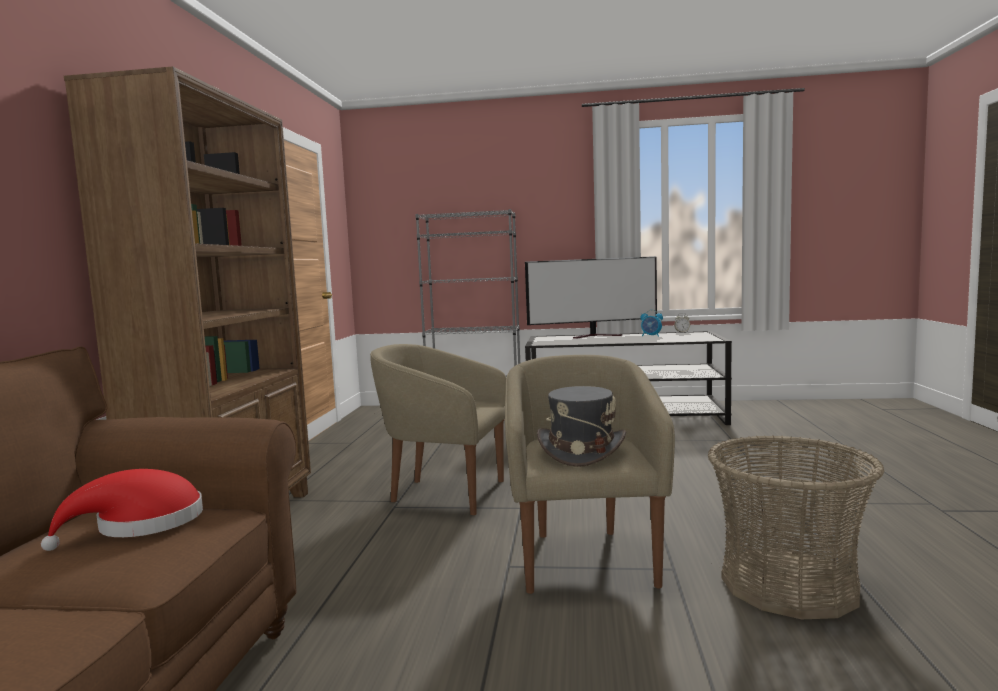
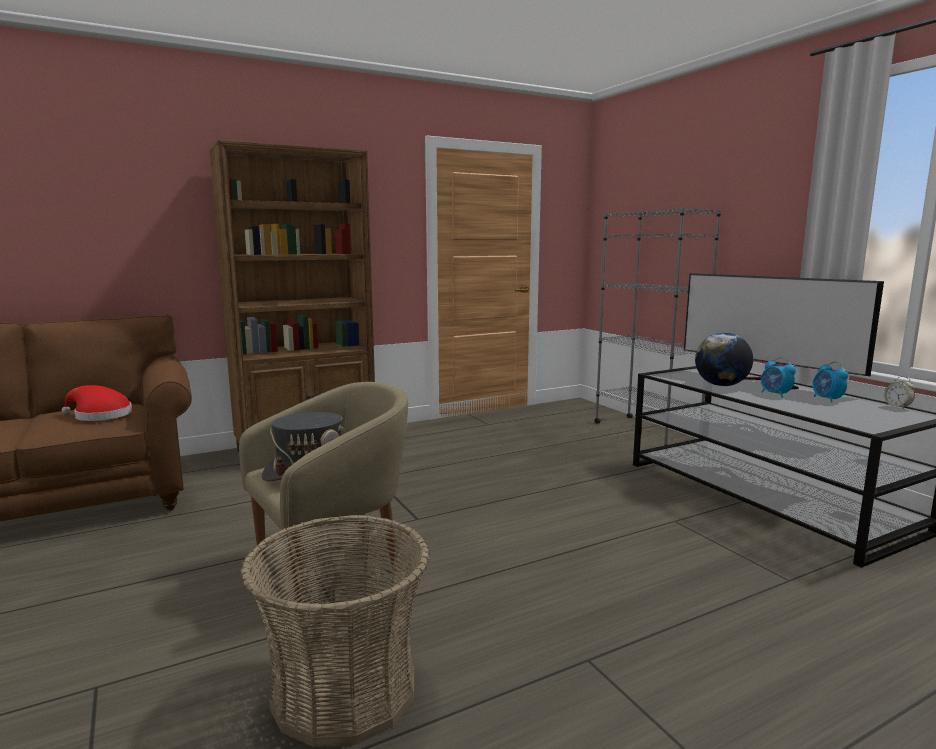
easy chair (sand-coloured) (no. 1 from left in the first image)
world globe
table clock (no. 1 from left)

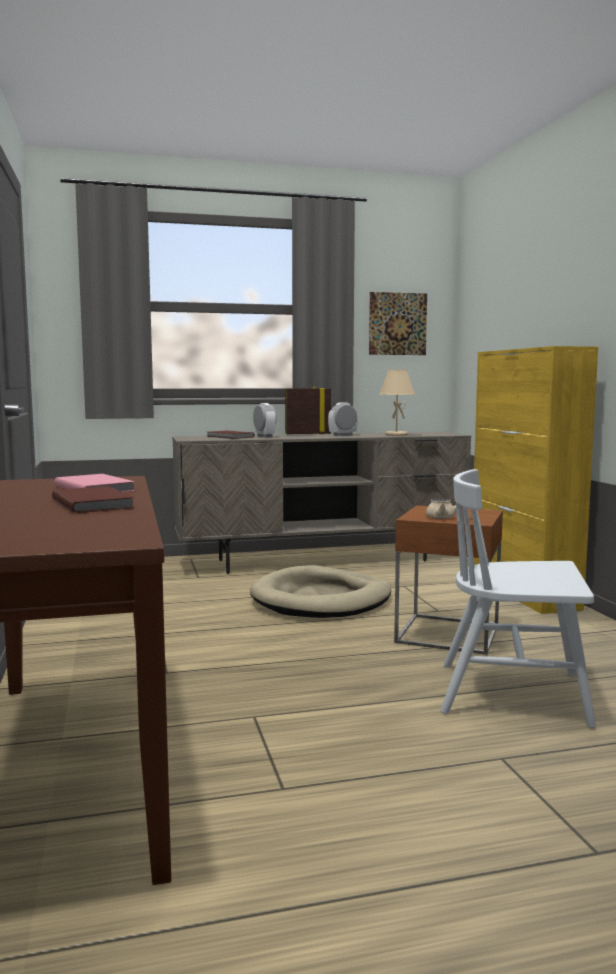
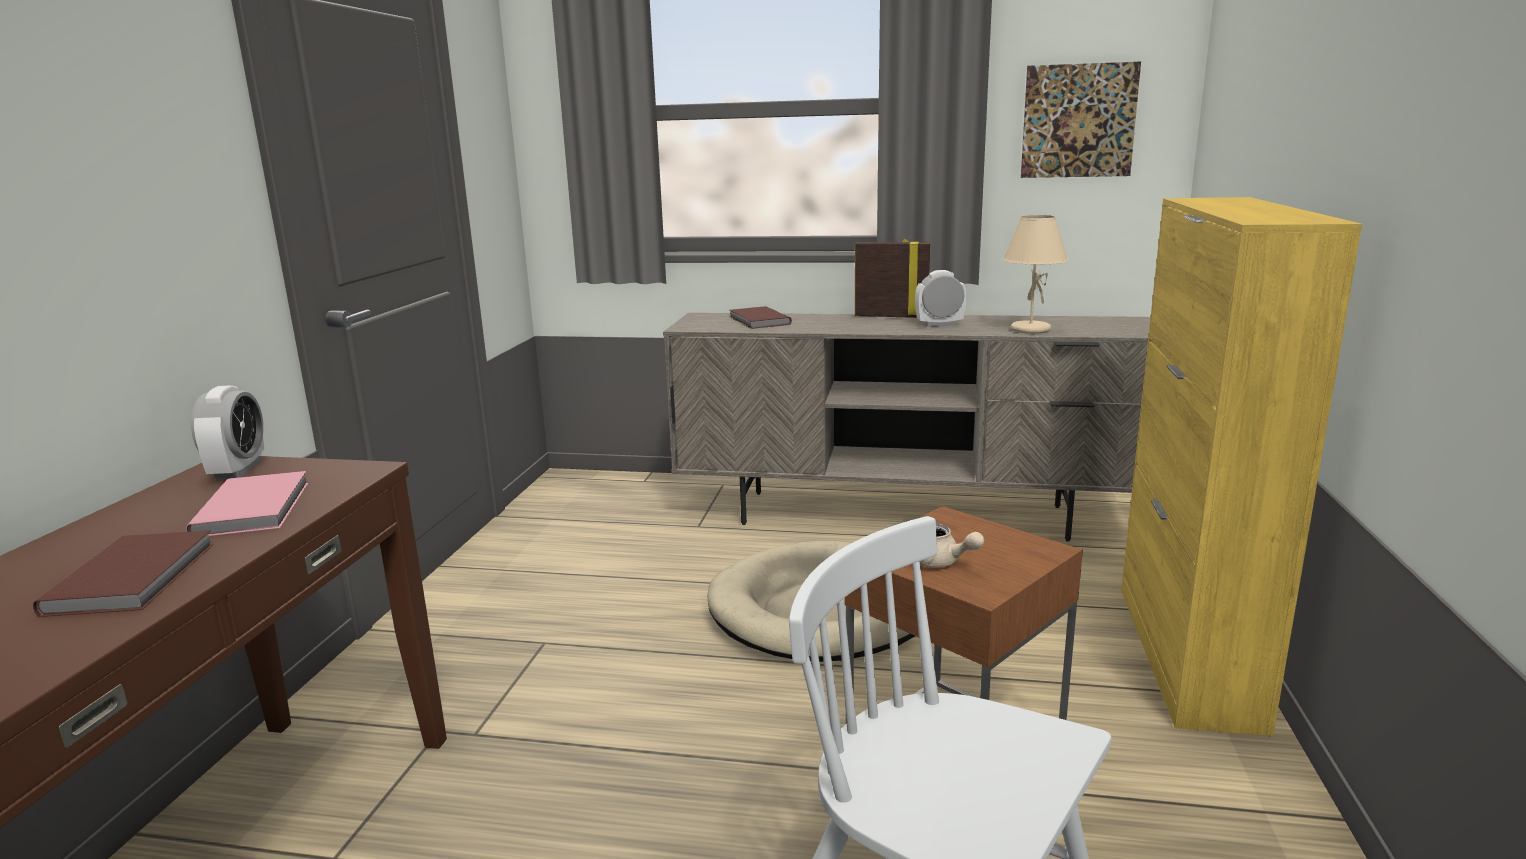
table clock (no. 1 from left)

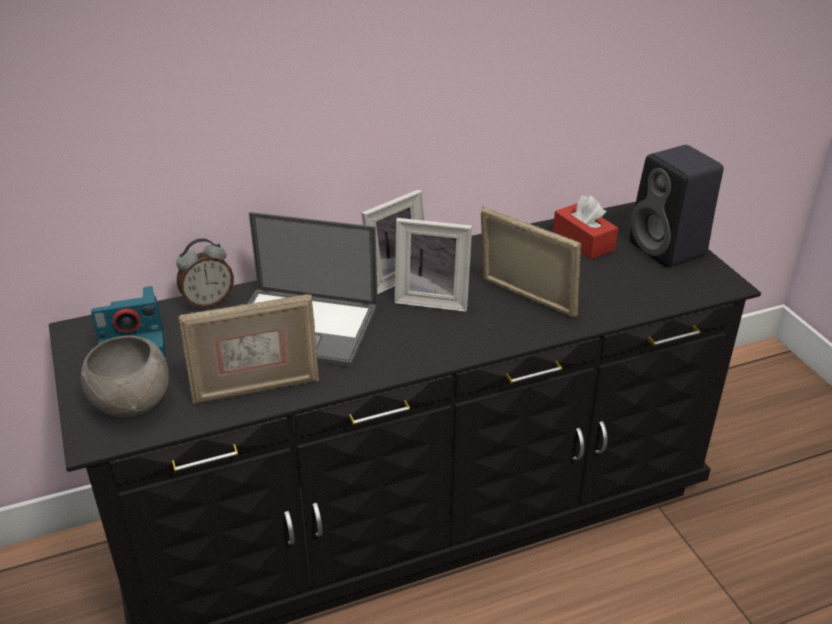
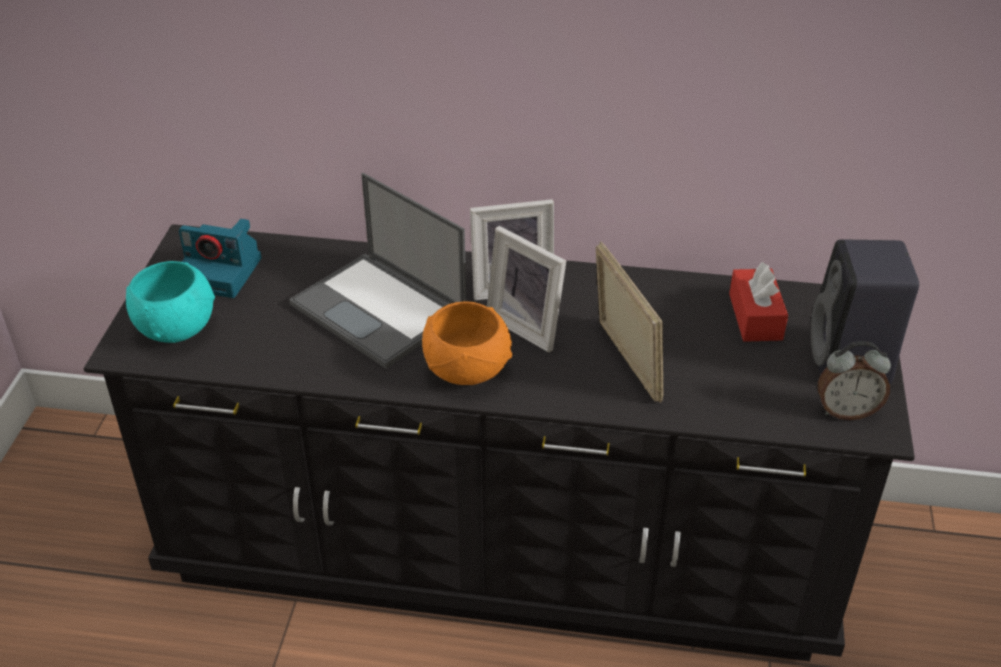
photo frame (no. 1 from left in the first image)
serving bowl (orangey)
table clock
serving bowl (turquoise)

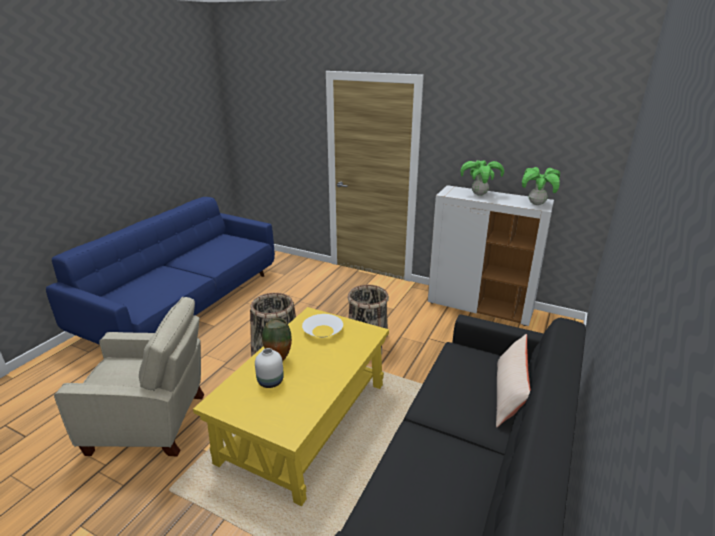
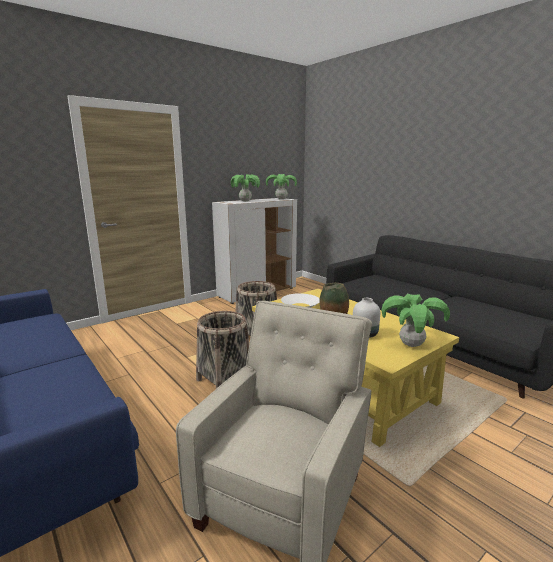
throw pillow (sand-coloured)
potted plant (no. 3 from left)

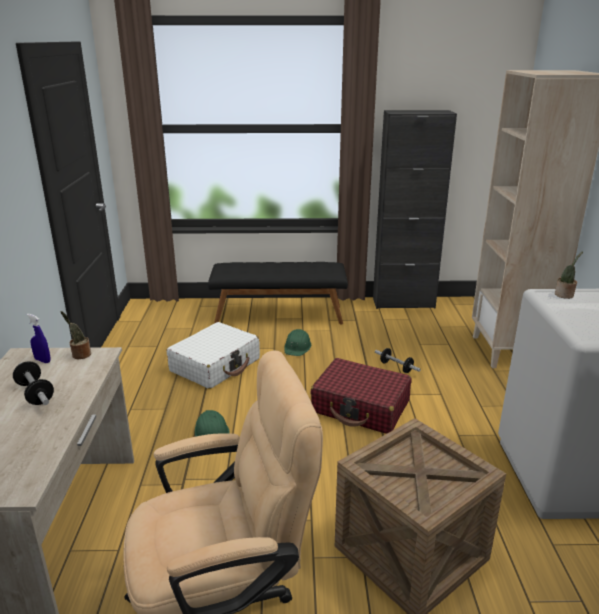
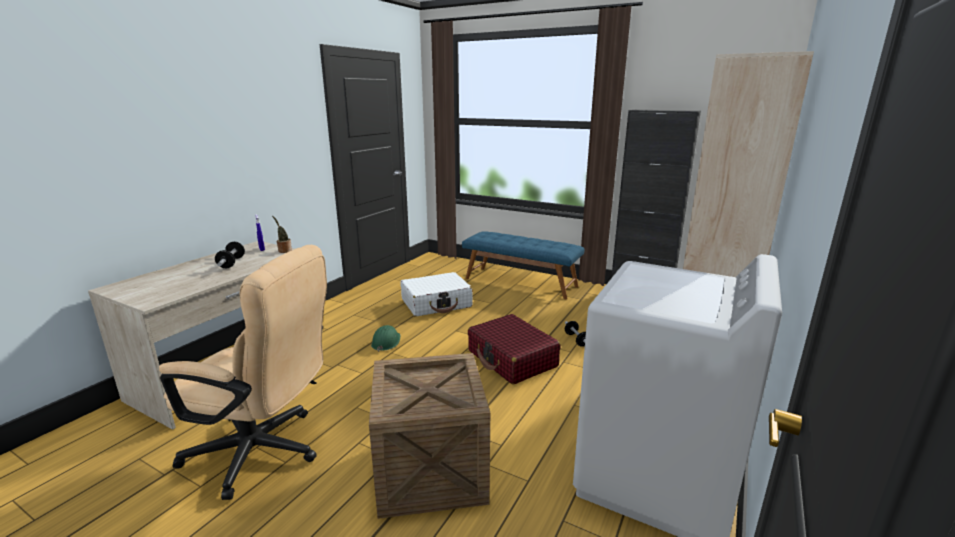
safety helmet (green) (no. 2 from left in the first image)
potted plant (no. 2 from left in the first image)
indoor bench (blue-coloured)

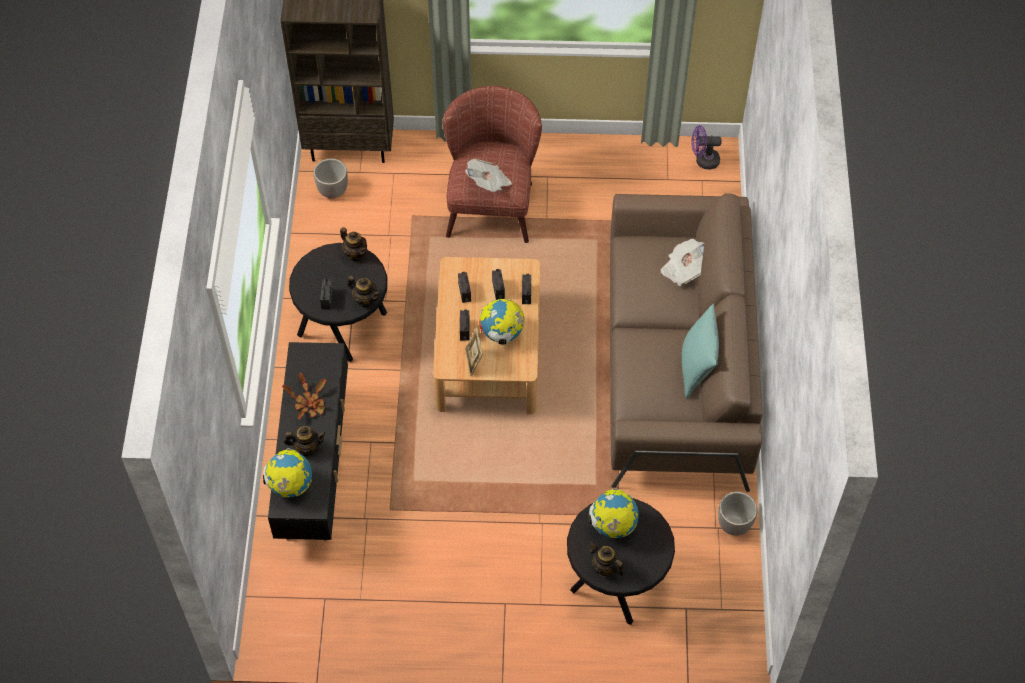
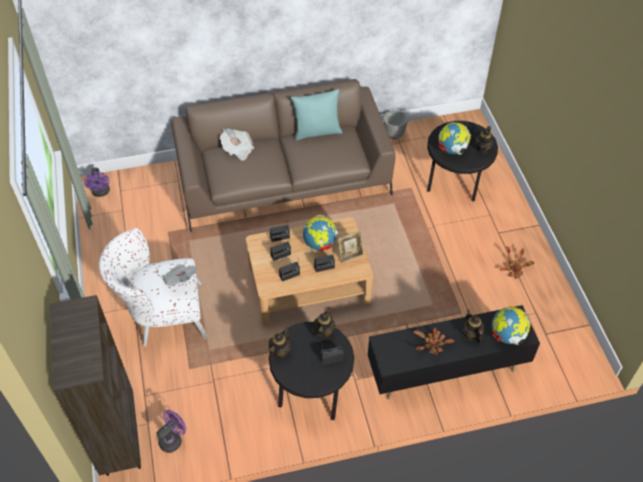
potted plant (no. 2 from left)
fan (purple-coloured) (no. 2 from left)
easy chair (white)

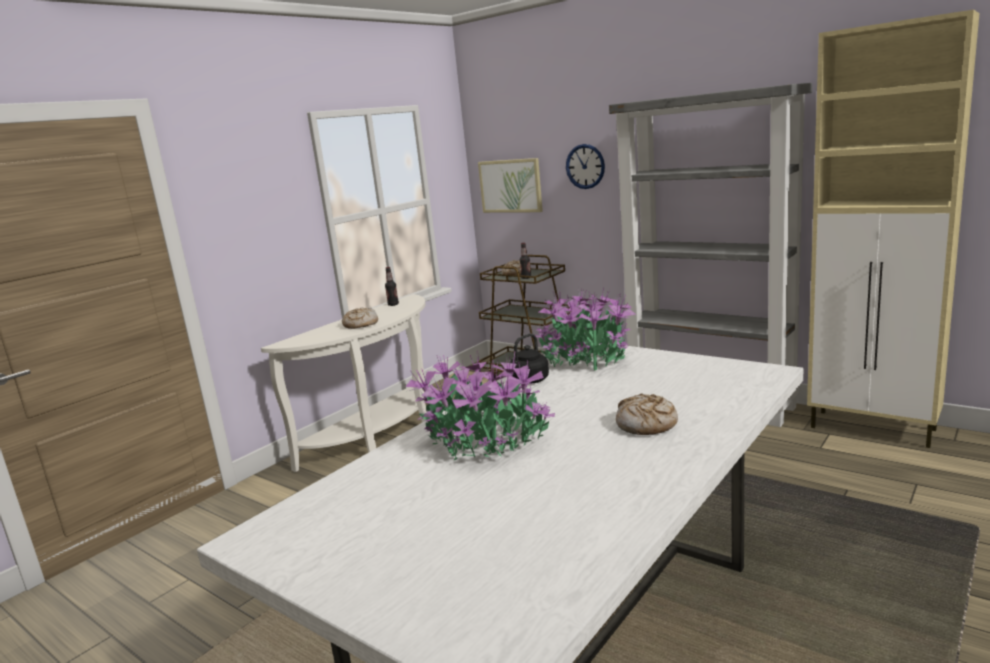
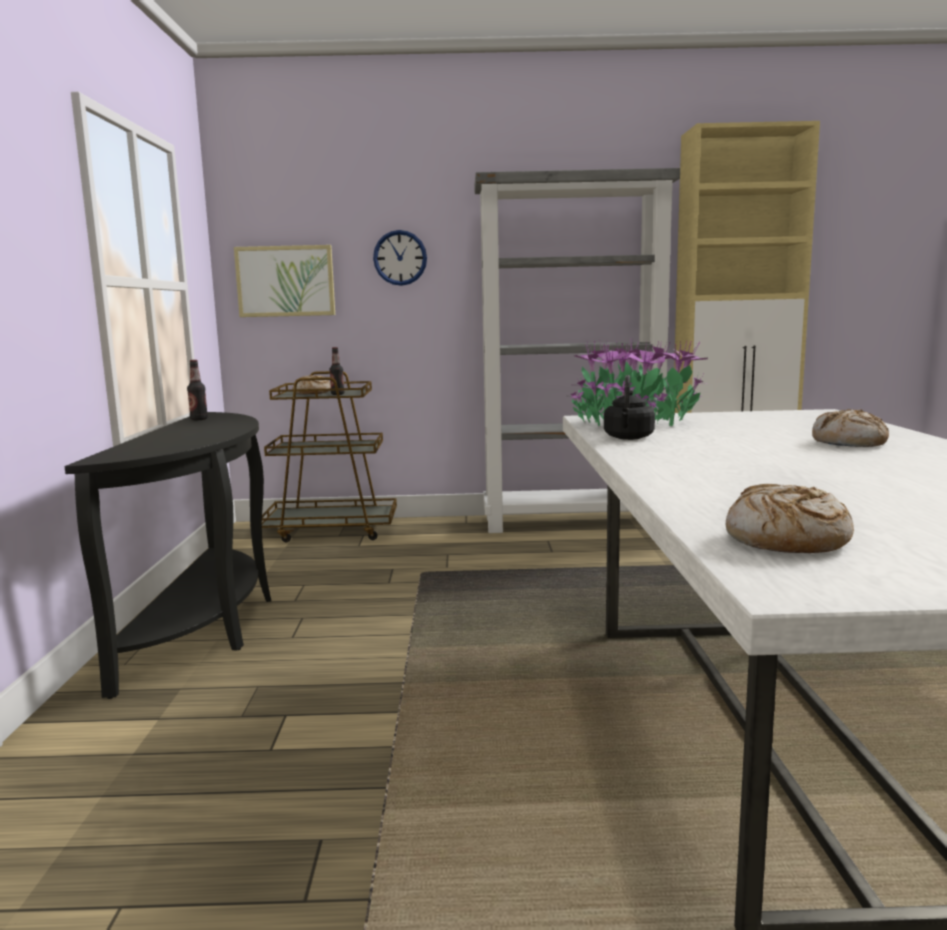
potted plant (no. 1 from left in the first image)
bakery bread (no. 2 from left)
hall table (black-coloured)

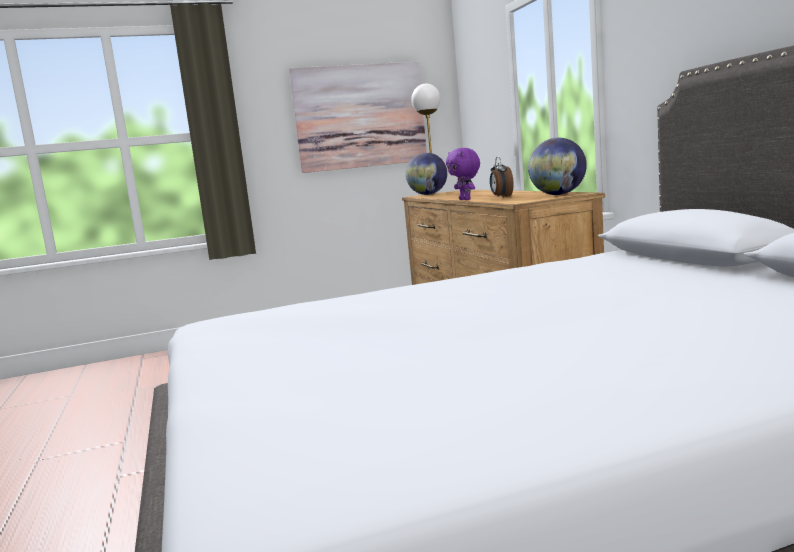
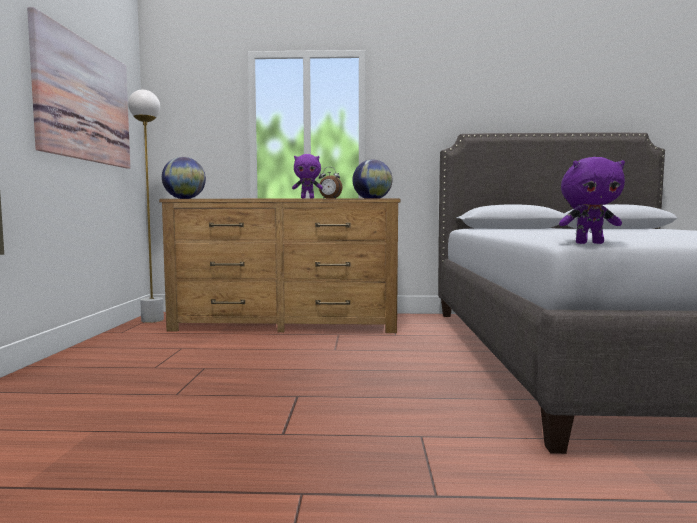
plush toy (purple-coloured) (no. 2 from left)

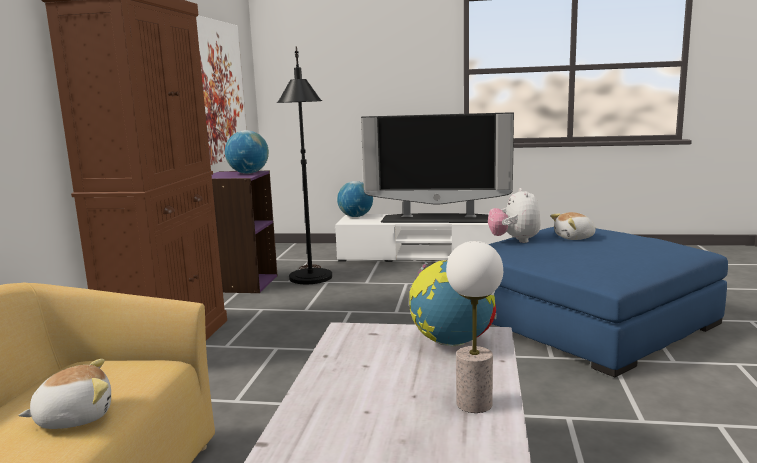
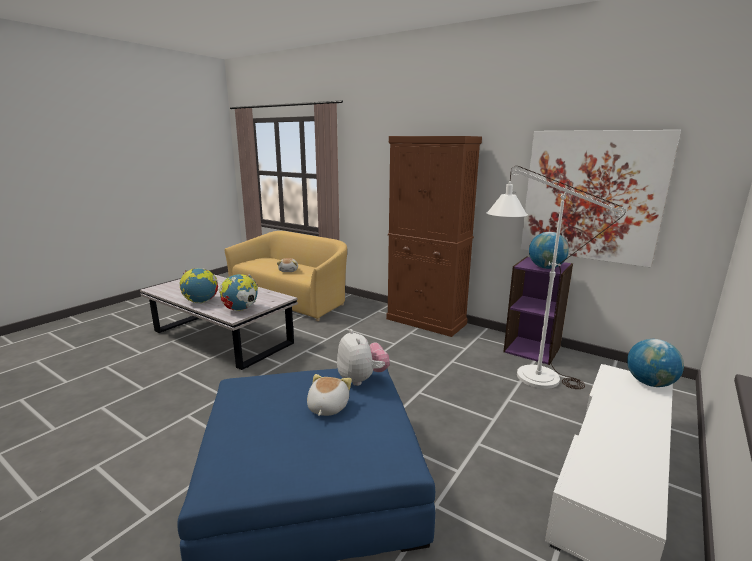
TV
world globe (no. 1 from left)
standing lamp (white)
plush toy (no. 3 from left)

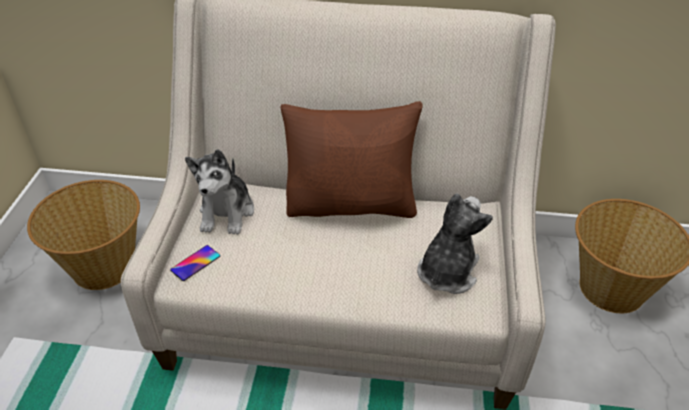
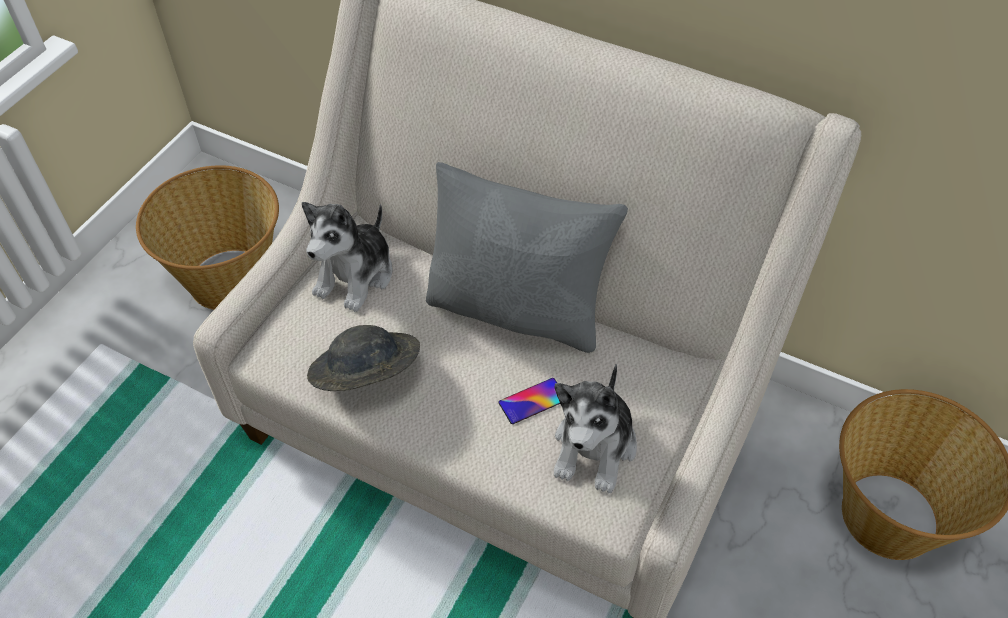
hat (grey)
telephone
throw pillow (grey)
plush toy (no. 2 from left)

